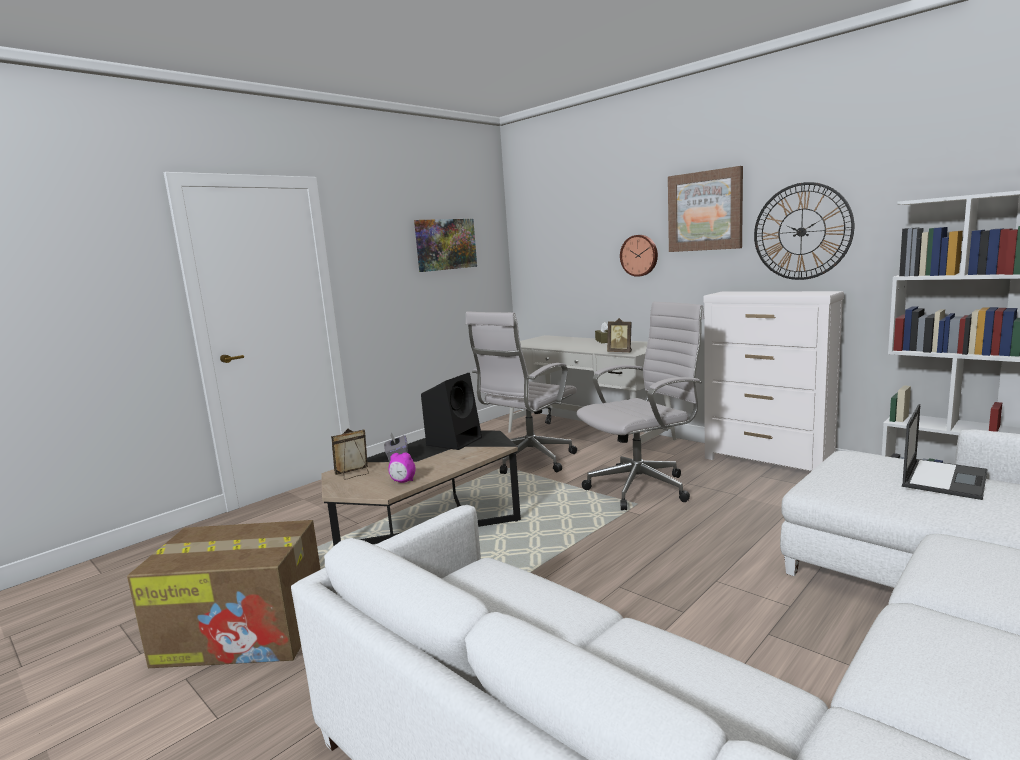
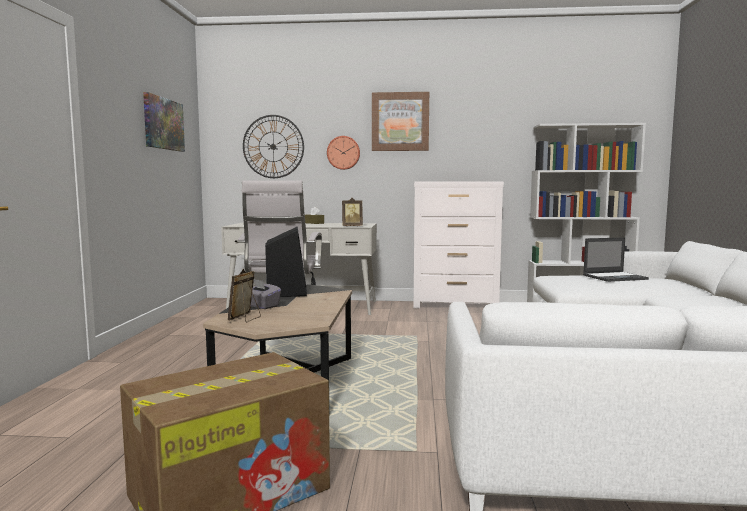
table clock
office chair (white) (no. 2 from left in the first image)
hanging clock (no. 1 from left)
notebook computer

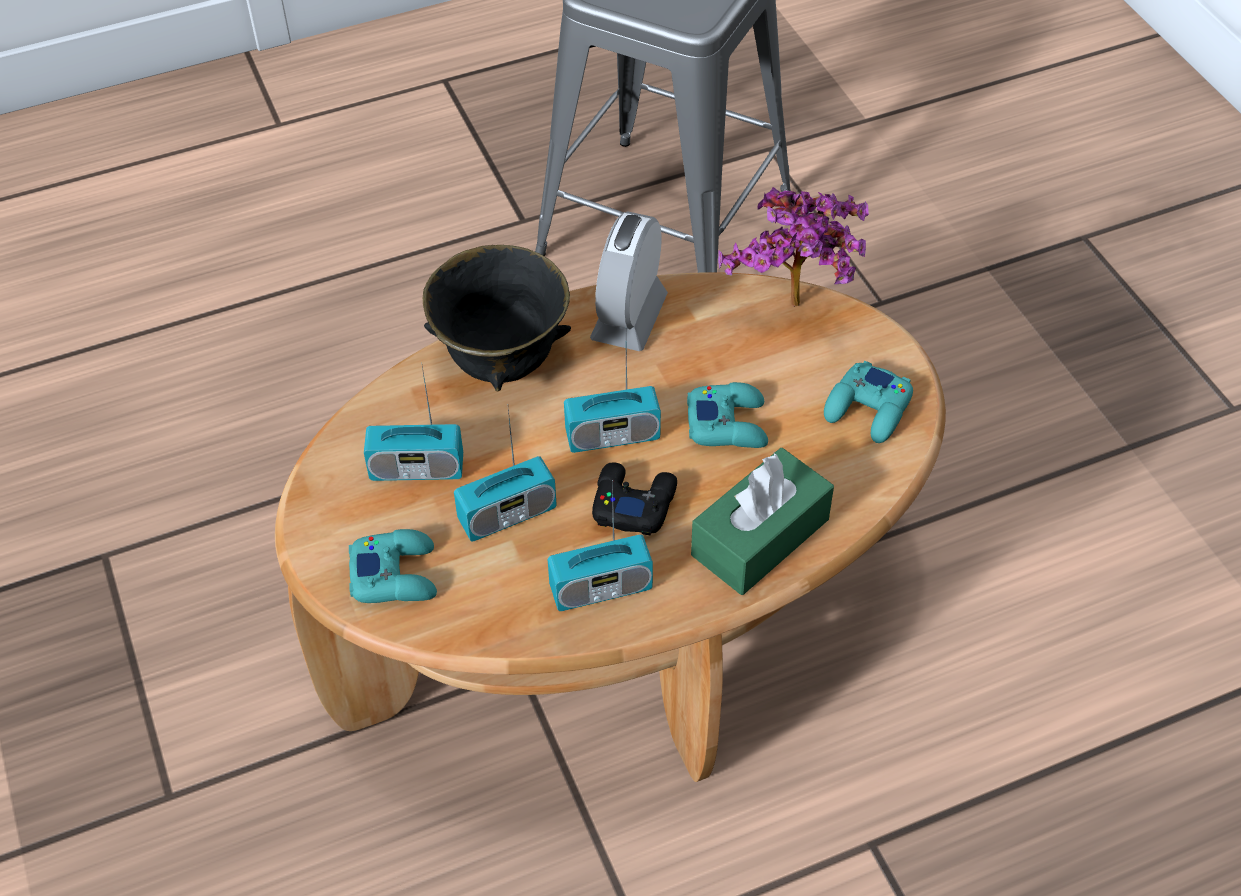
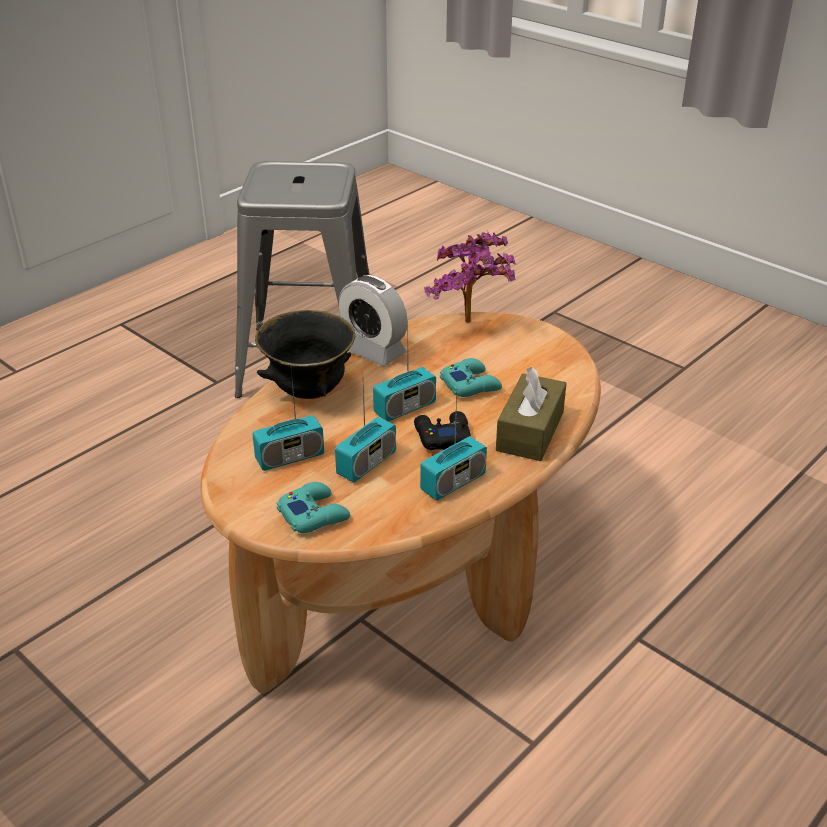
game controller (turquoise) (no. 3 from left in the first image)
tissue holder (brown-coloured)
table clock

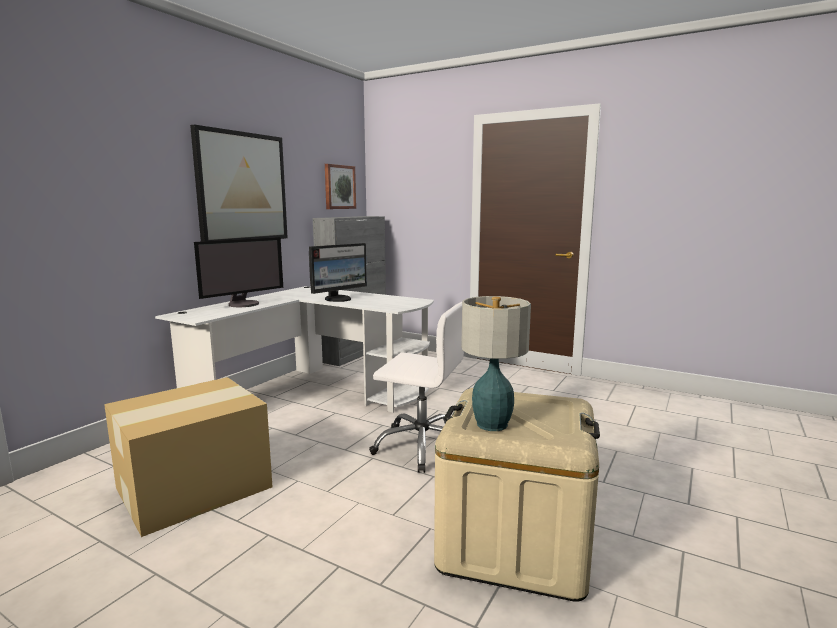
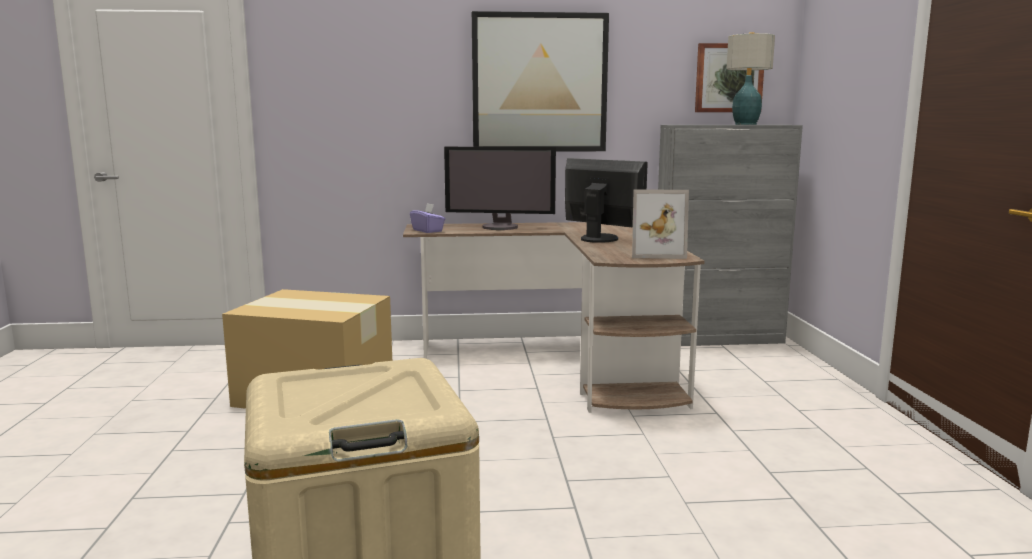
office chair (white)
tissue holder (purple-coloured)
photo frame
table lamp
desk table (brown-coloured)
computer screen (no. 2 from left)

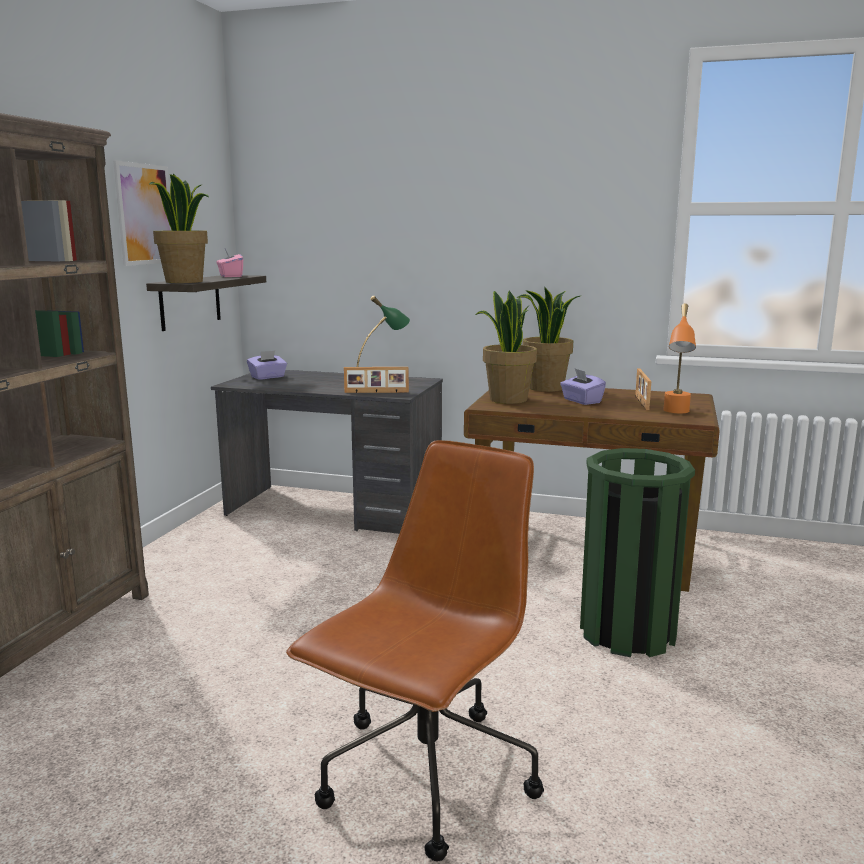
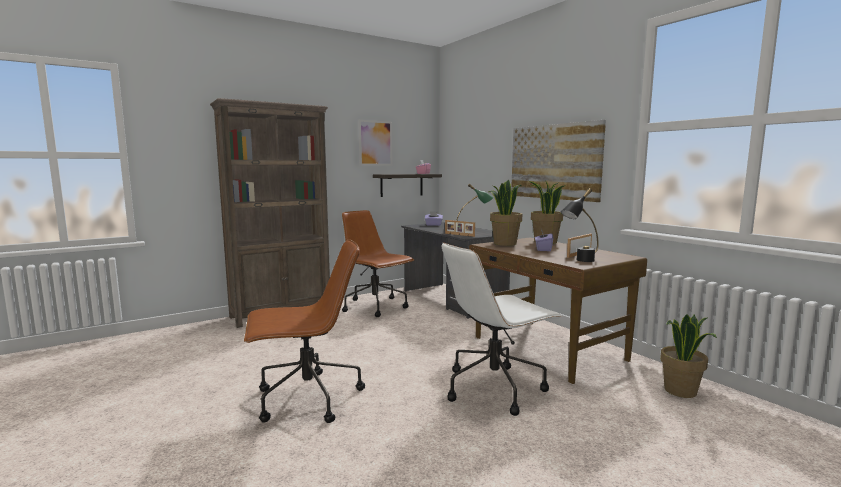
office chair (brown-coloured) (no. 2 from left)
picture (no. 2 from left)
potted plant (no. 3 from left)
office chair (white)
table lamp (black-coloured)

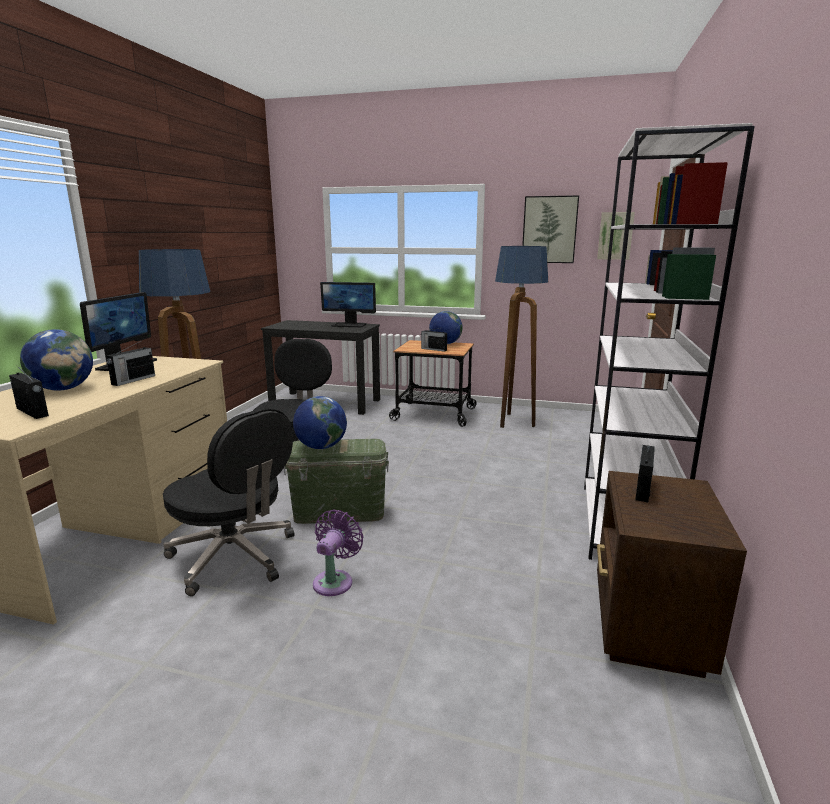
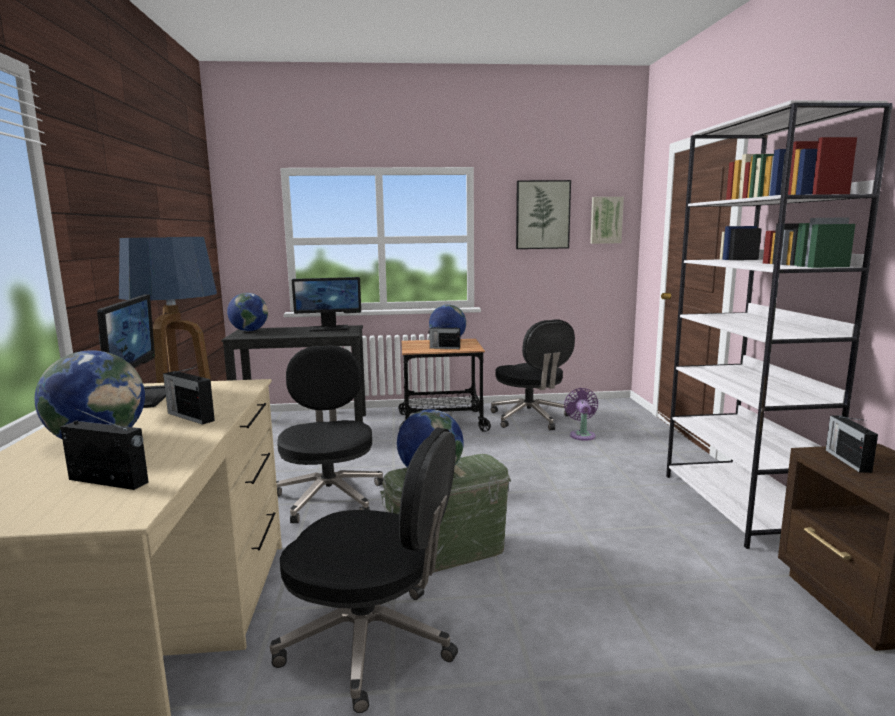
world globe (no. 2 from left)
fan (purple-coloured)
office chair (black-coloured) (no. 3 from left)
radio (no. 2 from left)

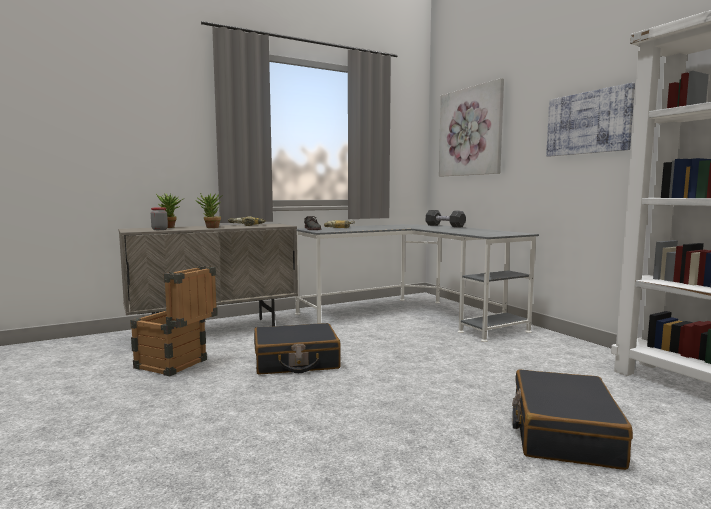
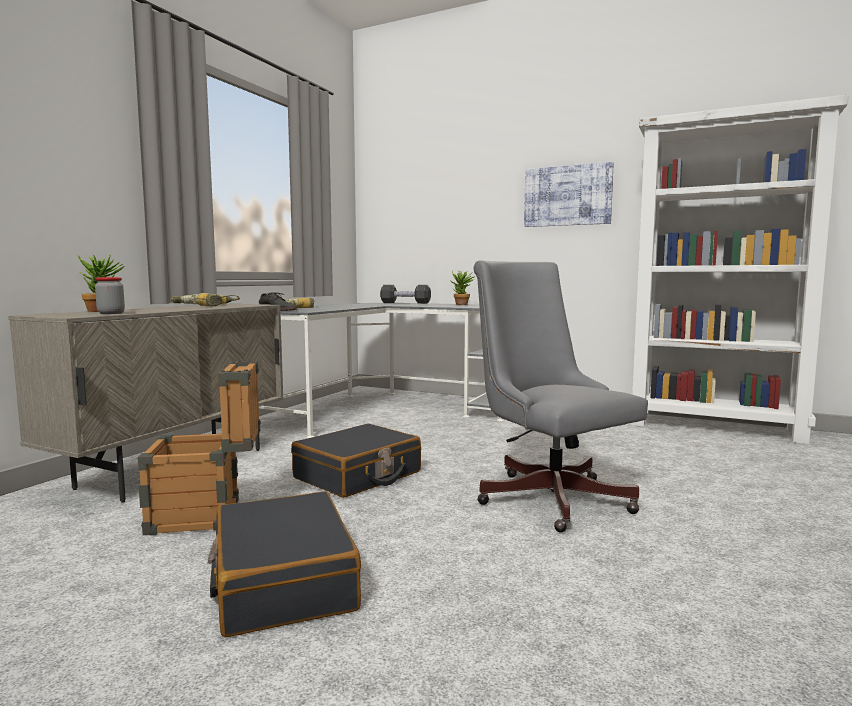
picture (no. 1 from left in the first image)
office chair (grey)
potted plant (no. 2 from left)
suitcase (black-coloured) (no. 1 from left)

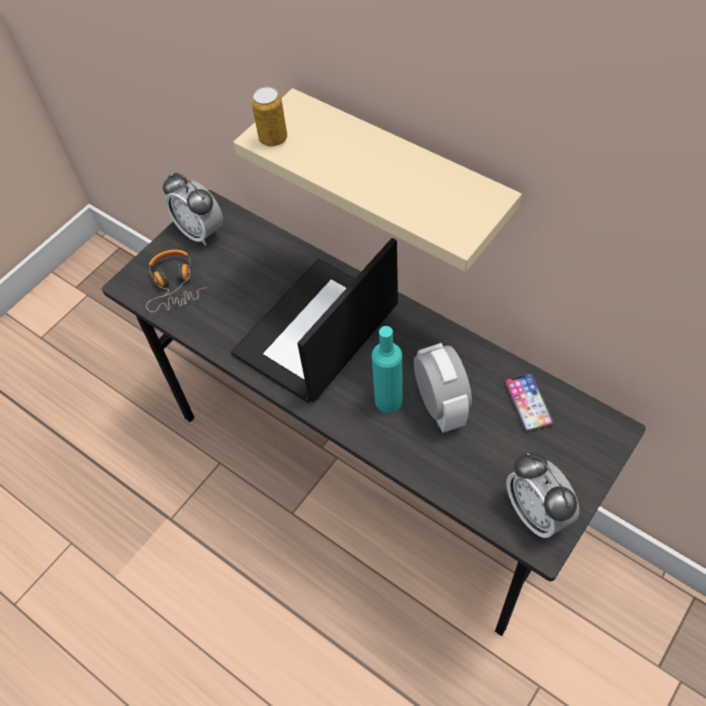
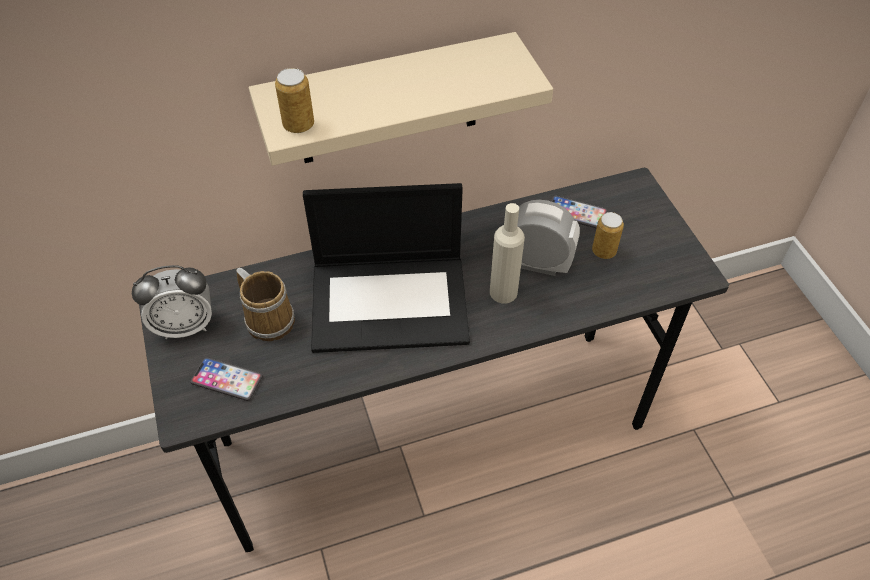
table clock (no. 3 from left in the first image)
tea mug
sealed can (no. 2 from left)
telephone (no. 1 from left)
beverage bottle (sand-coloured)
notebook computer

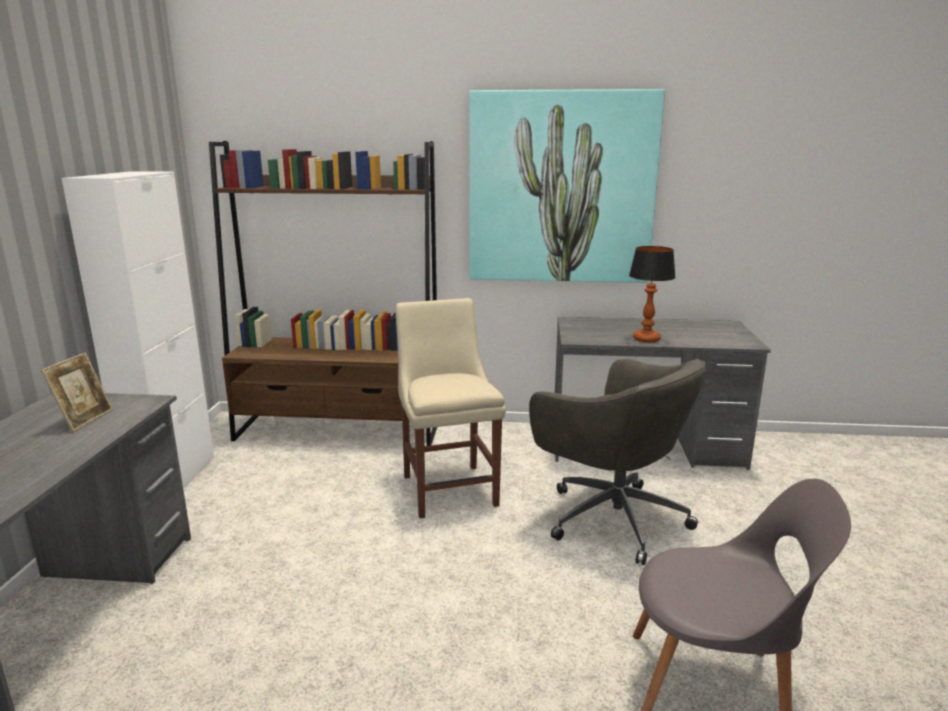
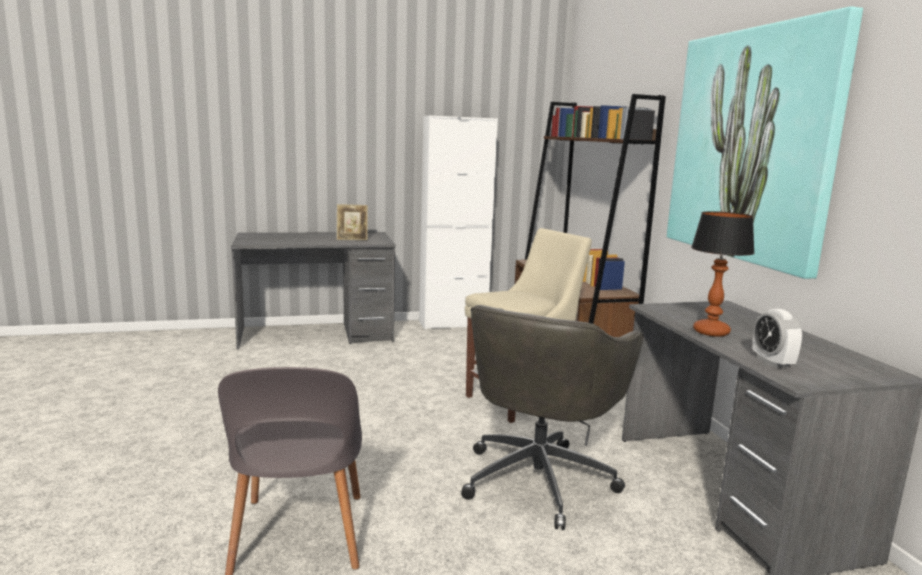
table clock

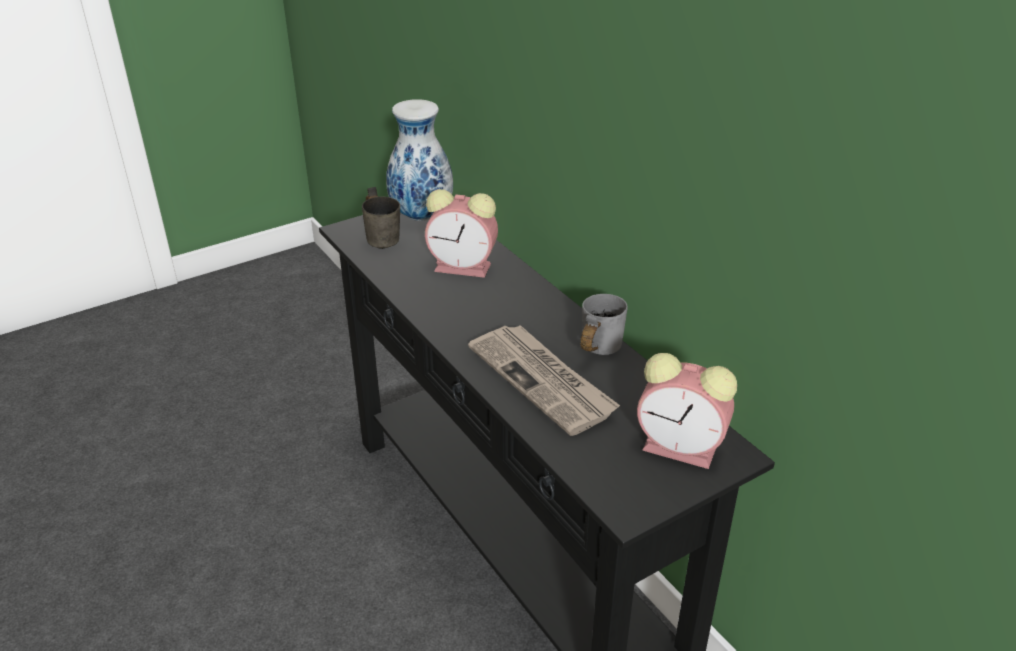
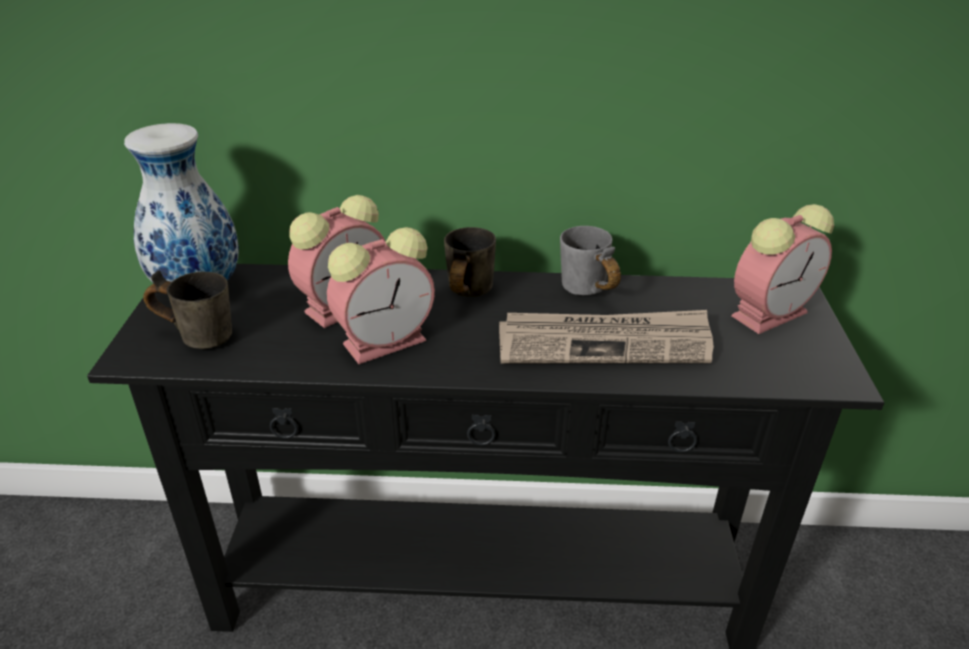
table clock (no. 2 from left)
tea mug (grey) (no. 2 from left)

